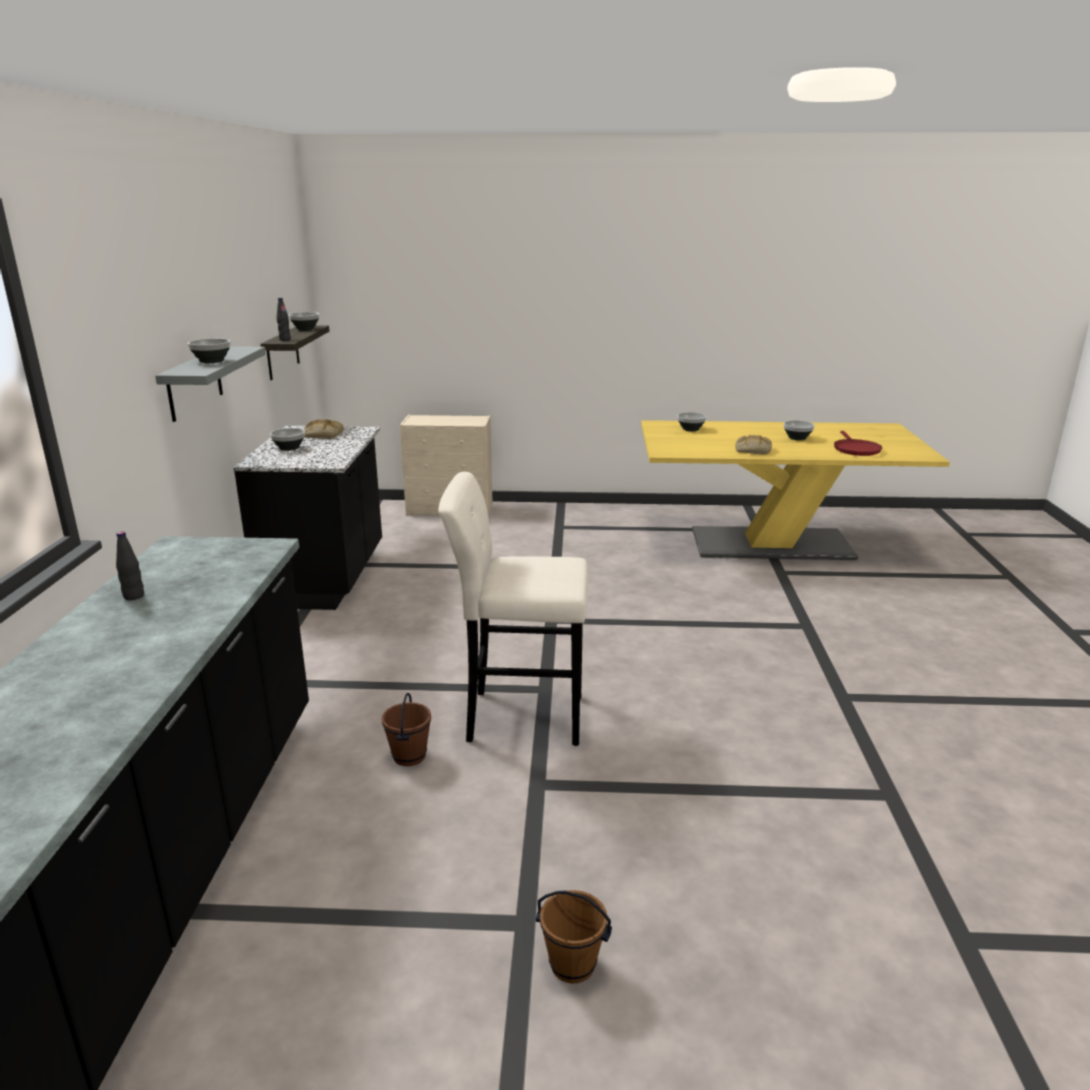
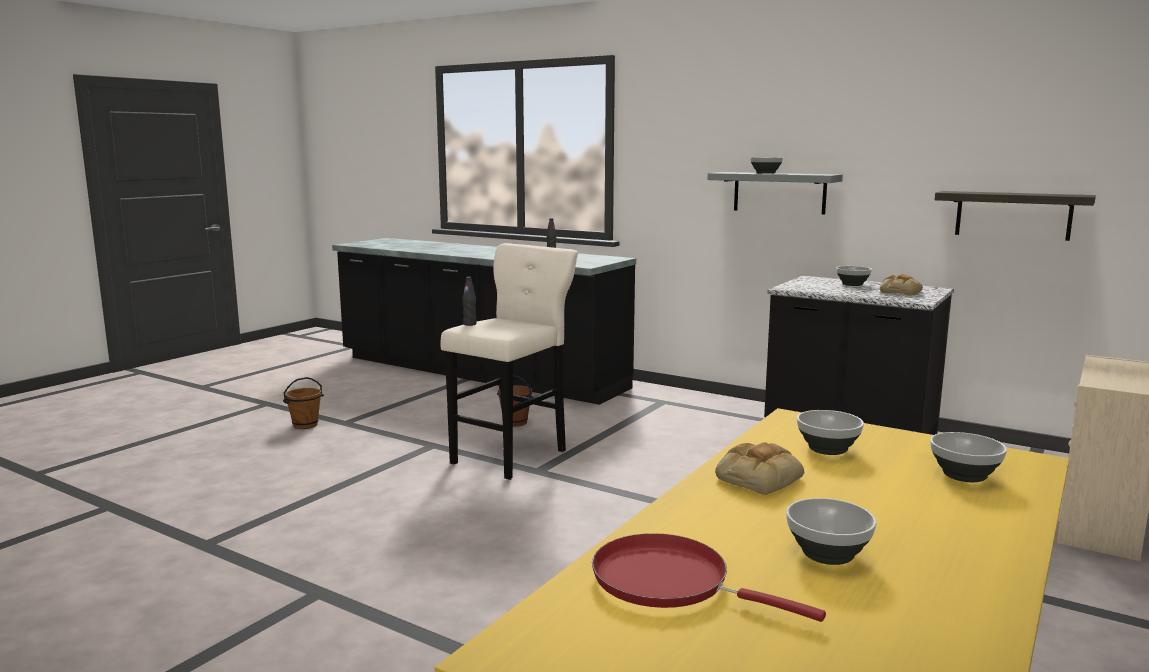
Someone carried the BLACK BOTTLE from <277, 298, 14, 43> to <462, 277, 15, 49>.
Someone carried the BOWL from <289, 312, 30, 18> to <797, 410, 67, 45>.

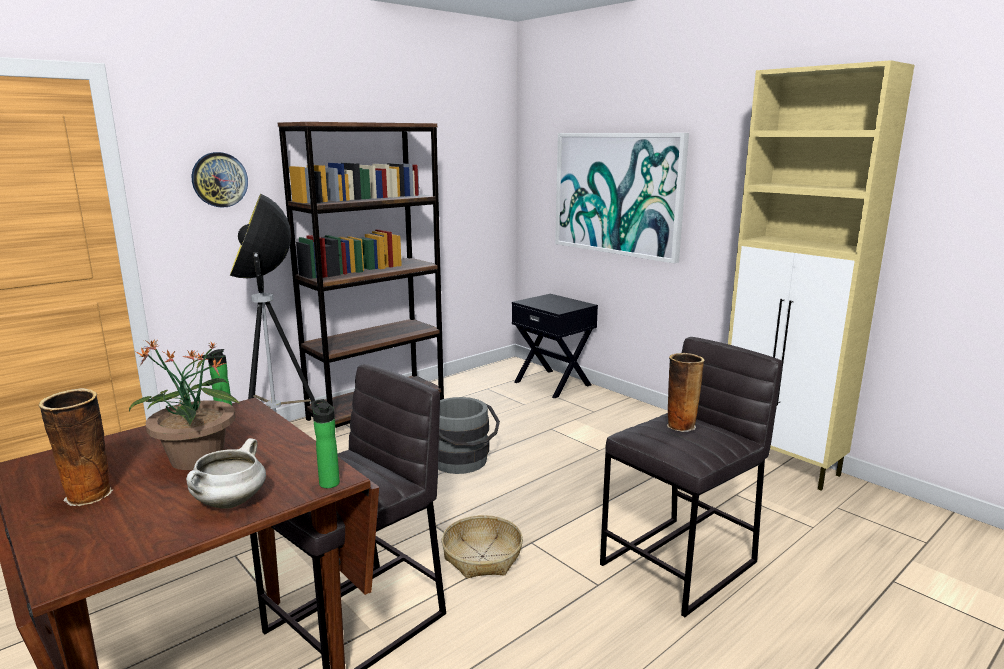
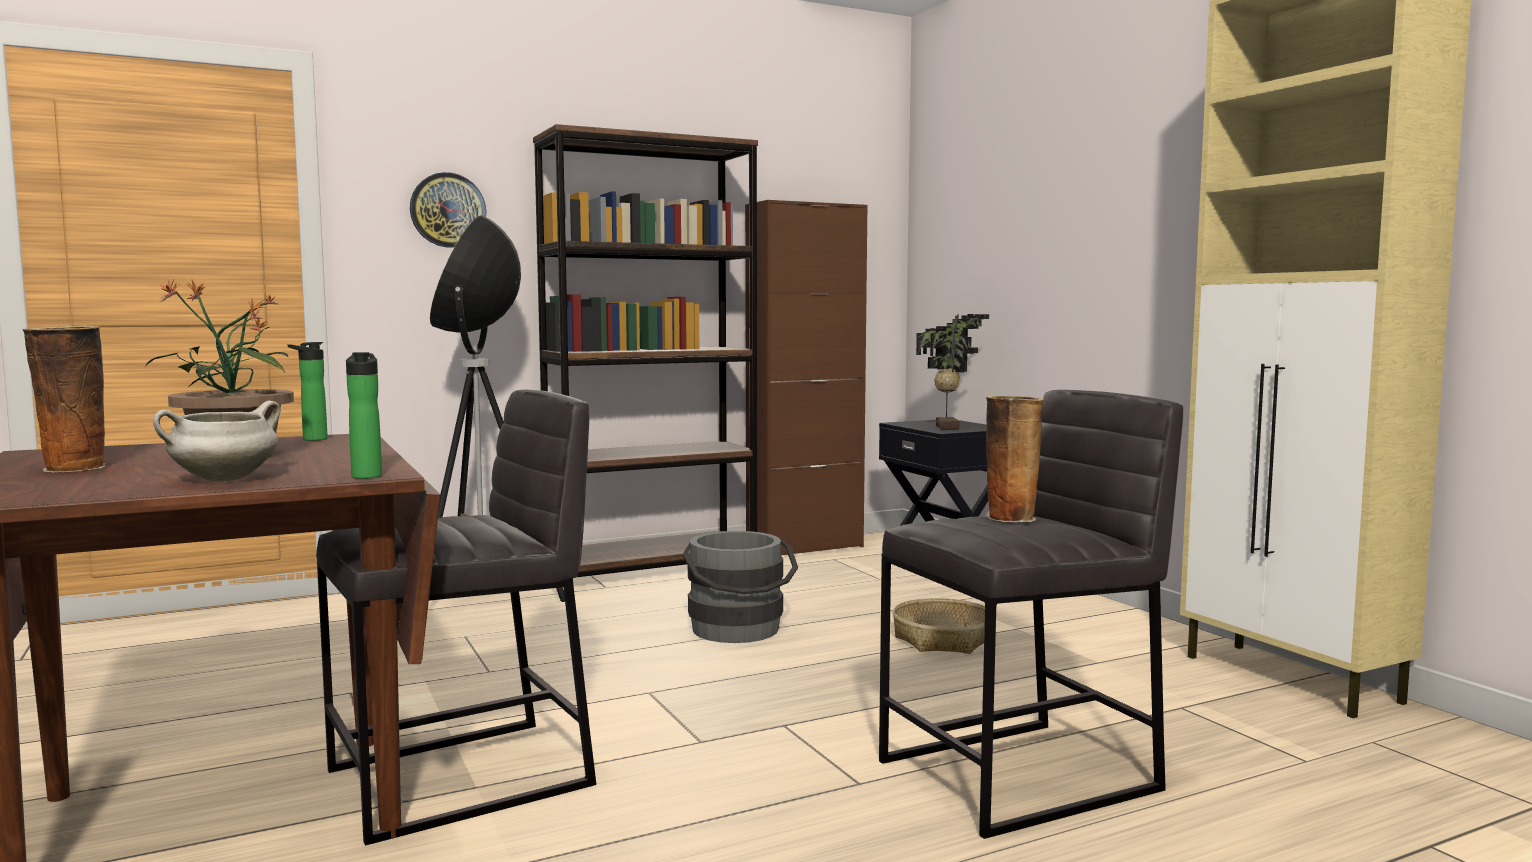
Someone carried the BASKET from <442, 515, 81, 64> to <892, 598, 93, 56>.
Someone took away the PICTURE at <555, 133, 134, 131>.
Someone put down the BROWN CABINET at <745, 200, 122, 355>.
Someone put down the POTTED PLANT at <916, 314, 73, 116>.

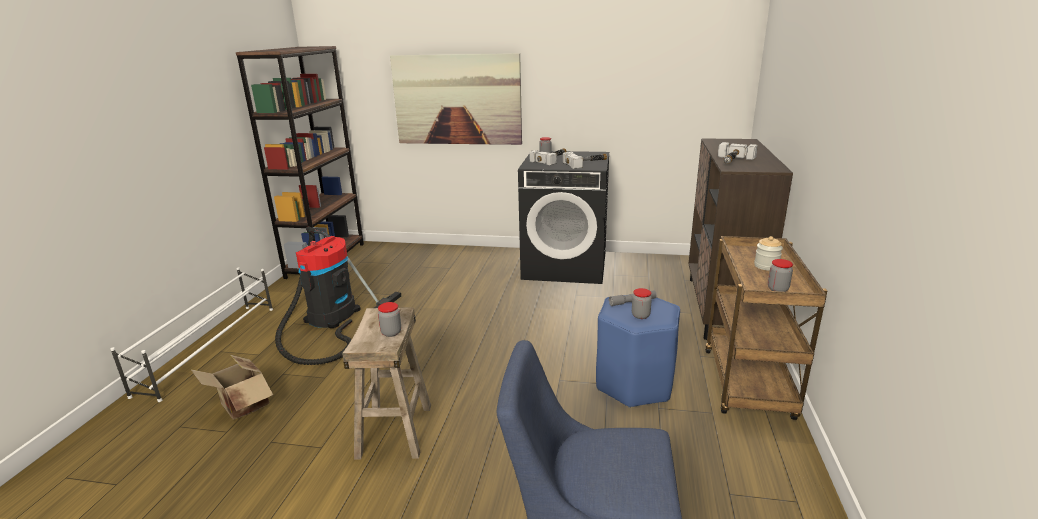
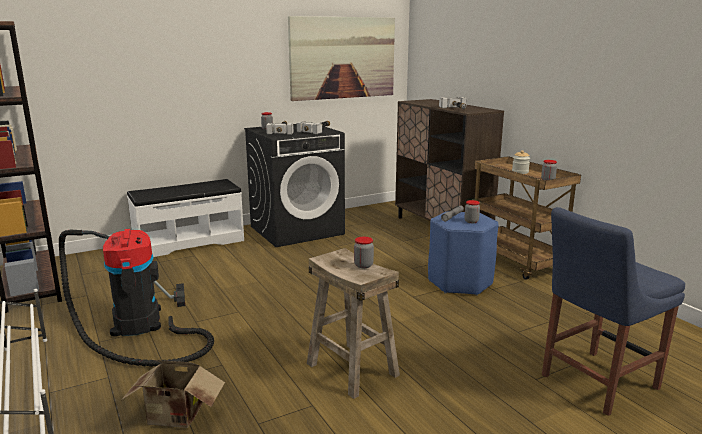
Someone carried the PICTURE from <390, 53, 132, 92> to <288, 16, 107, 85>.
Someone put down the WHITE BENCH at <127, 179, 117, 78>.

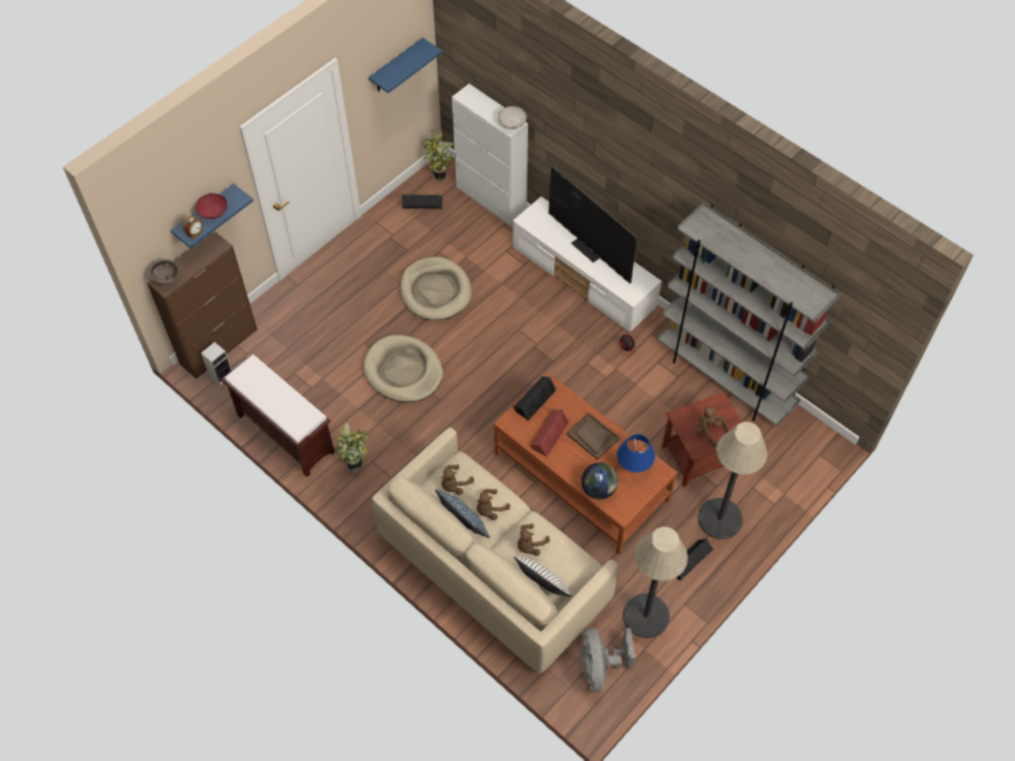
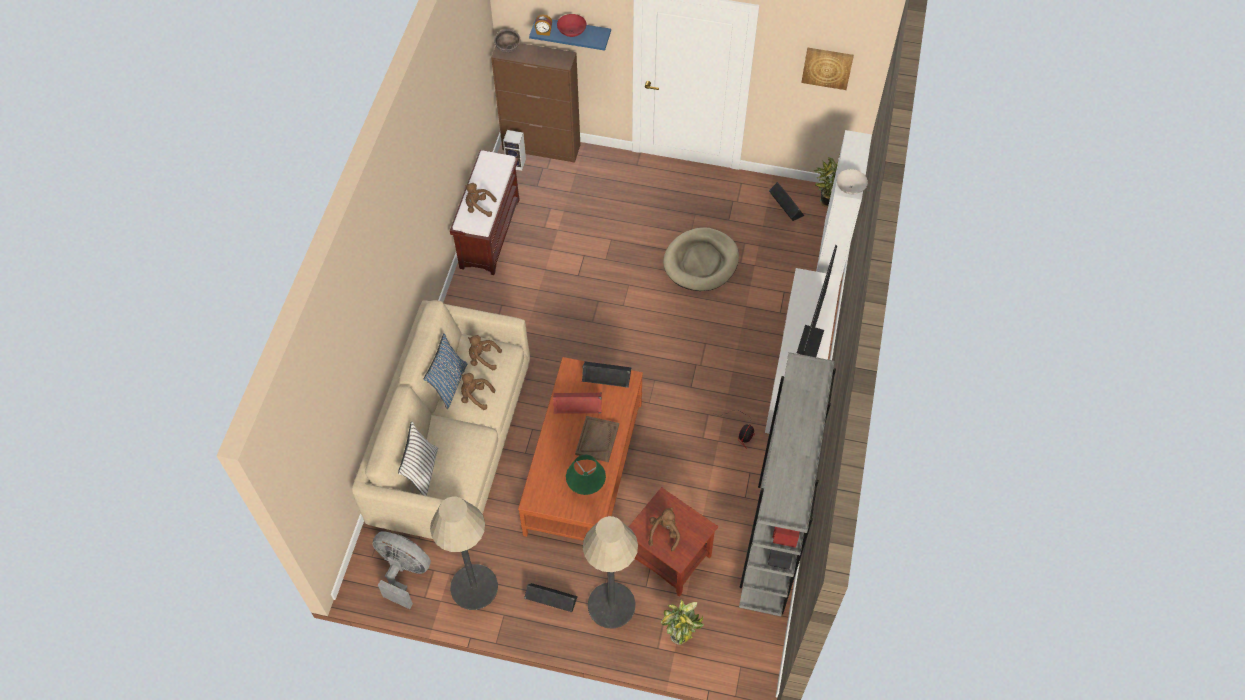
Someone carried the POTTED PLANT from <334, 423, 35, 49> to <661, 599, 43, 46>.
Someone took away the BEIGE DOG BED at <363, 335, 80, 67>.
Someone swapped the BLUE SHELF at <369, 38, 73, 55> for the PICTURE at <801, 47, 53, 43>.
Someone carried the BROWN PLUSH TOY from <517, 524, 33, 32> to <465, 183, 32, 34>.
Someone rotated the GREY FAN at <580, 628, 55, 64> by 60 degrees clockwise.
Someone took away the GLOBE at <581, 462, 37, 37>.
Someone repainted the BLUE TABLE LAMP at <617, 434, 38, 39>, which became the GREEN TABLE LAMP at <566, 455, 40, 40>.

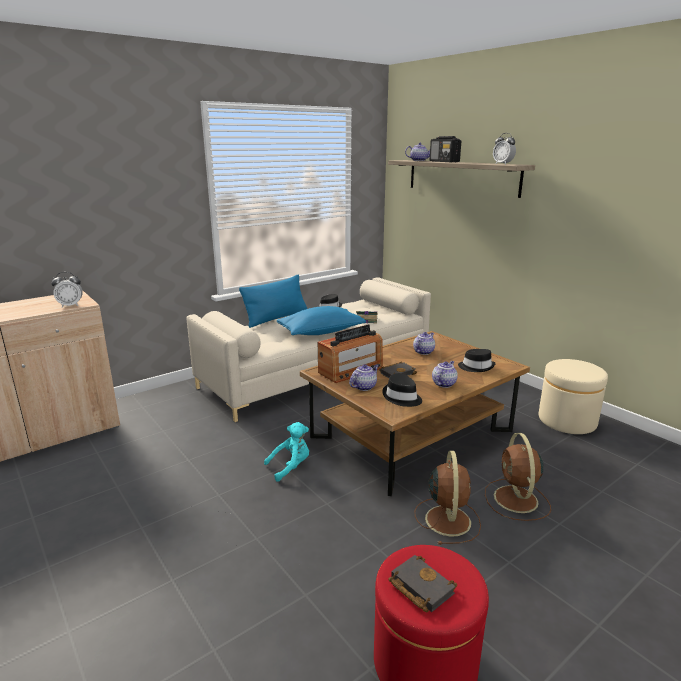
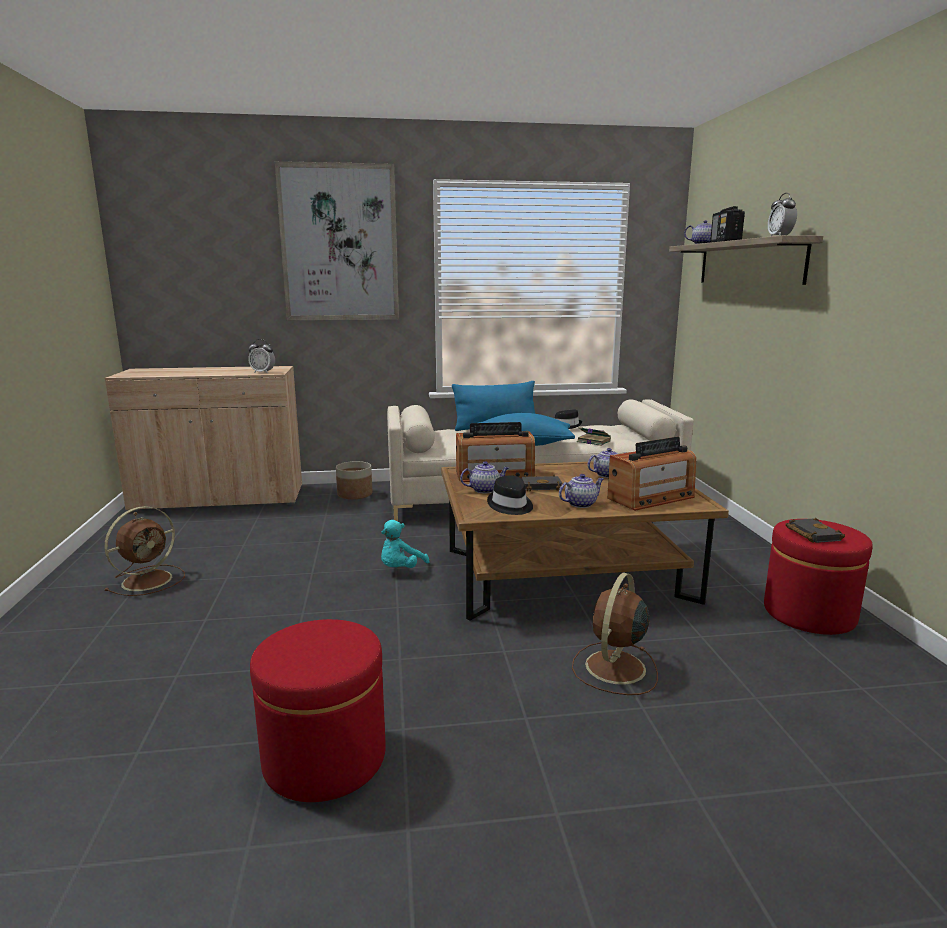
Someone rotated the TURQUOISE PLUSH TOY at <264, 422, 45, 60> by 120 degrees clockwise.
Someone carried the BLACK BOOK from <388, 555, 69, 57> to <785, 518, 60, 25>.
Someone carried the BROWN FAN from <414, 451, 67, 94> to <105, 506, 80, 90>.
Someone swapped the BLACK HAT at <458, 349, 38, 23> for the RADIO at <607, 437, 89, 74>.
Someone repainted the BEIGE OTTOMAN at <539, 359, 69, 75>, which became the RED OTTOMAN at <764, 519, 109, 116>.
Someone put up the PICTURE at <275, 161, 124, 159>.
Someone put down the PLANTER at <336, 461, 37, 39>.

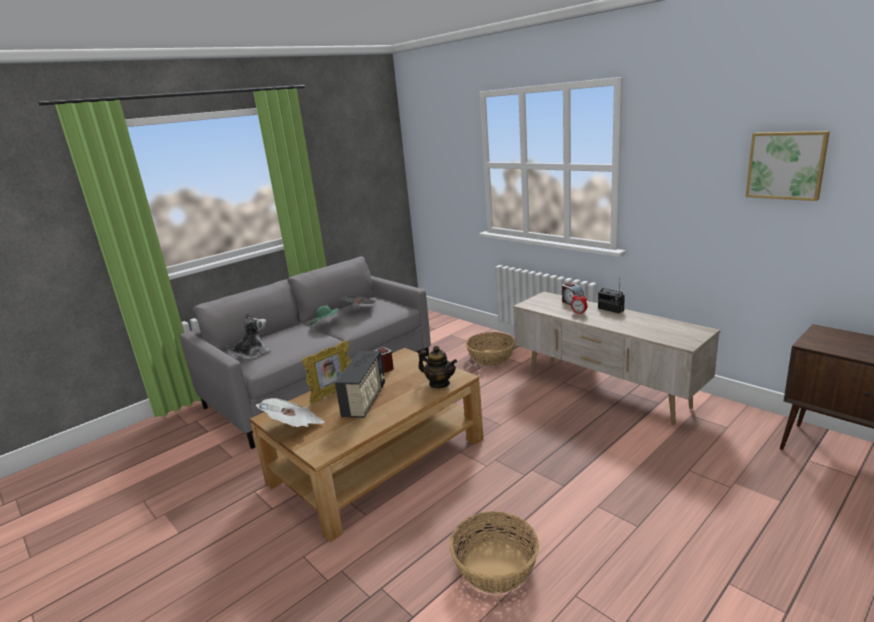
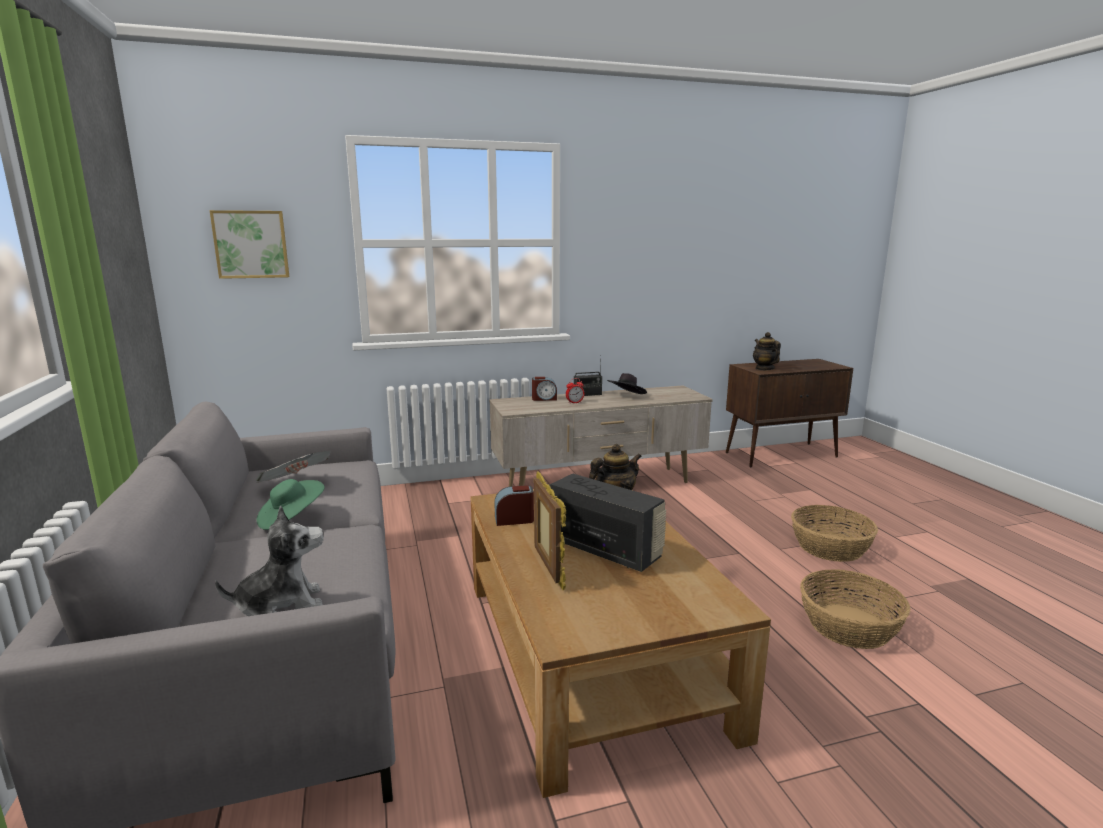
Someone rotated the PLUSH TOY at <226, 312, 45, 48> by 75 degrees clockwise.
Someone took away the NEWSPAPER at <256, 398, 69, 29>.
Someone carried the BASKET from <466, 332, 49, 34> to <791, 505, 87, 57>.
Someone carried the PICTURE from <746, 131, 84, 70> to <209, 210, 81, 69>.
Someone put down the BLACK HAT at <607, 373, 40, 21>.
Someone put down the TEAPOT at <753, 332, 28, 38>.

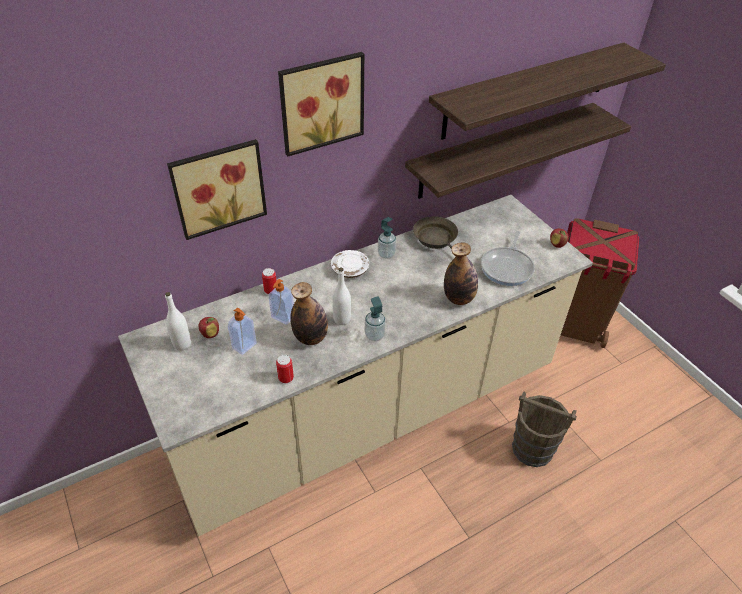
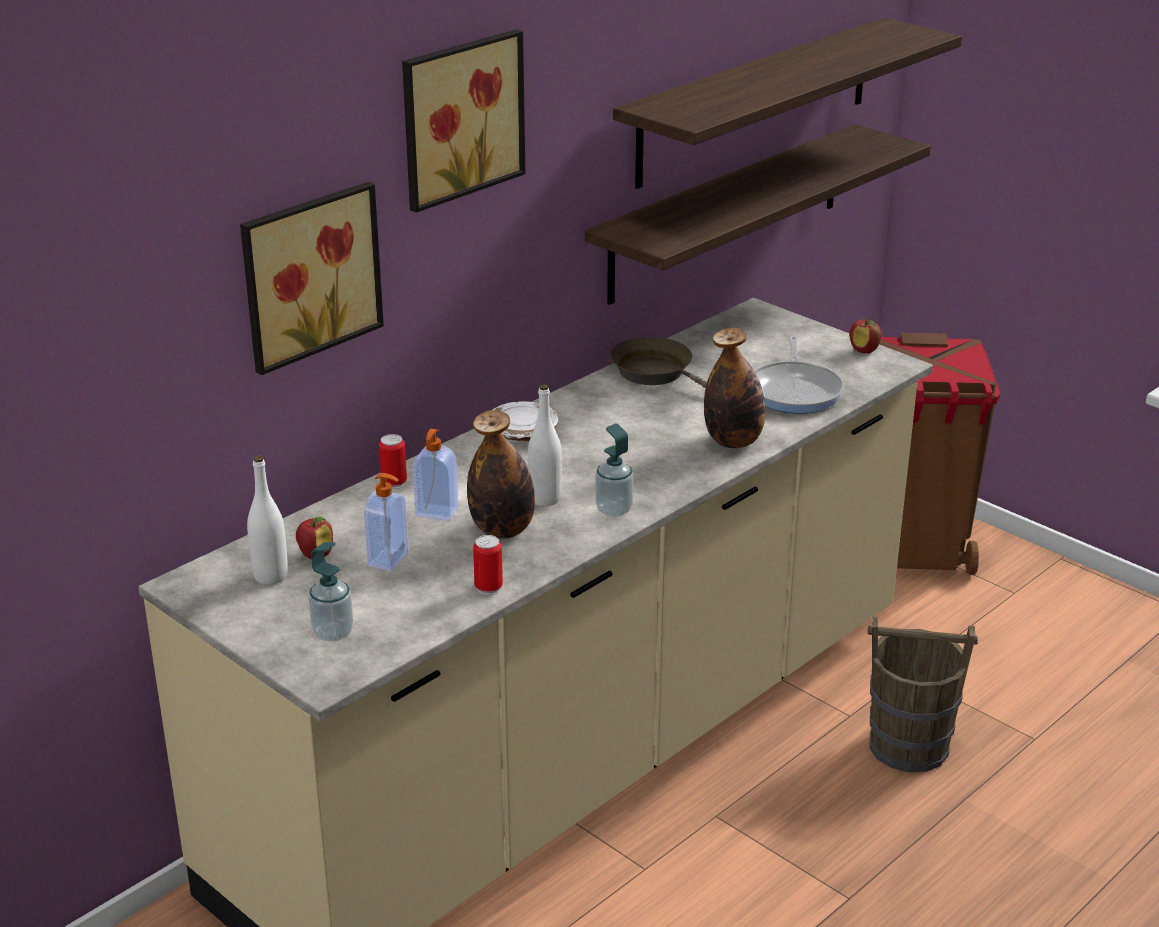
Someone carried the SOAP DISPENSER from <378, 217, 18, 42> to <309, 542, 44, 100>.

